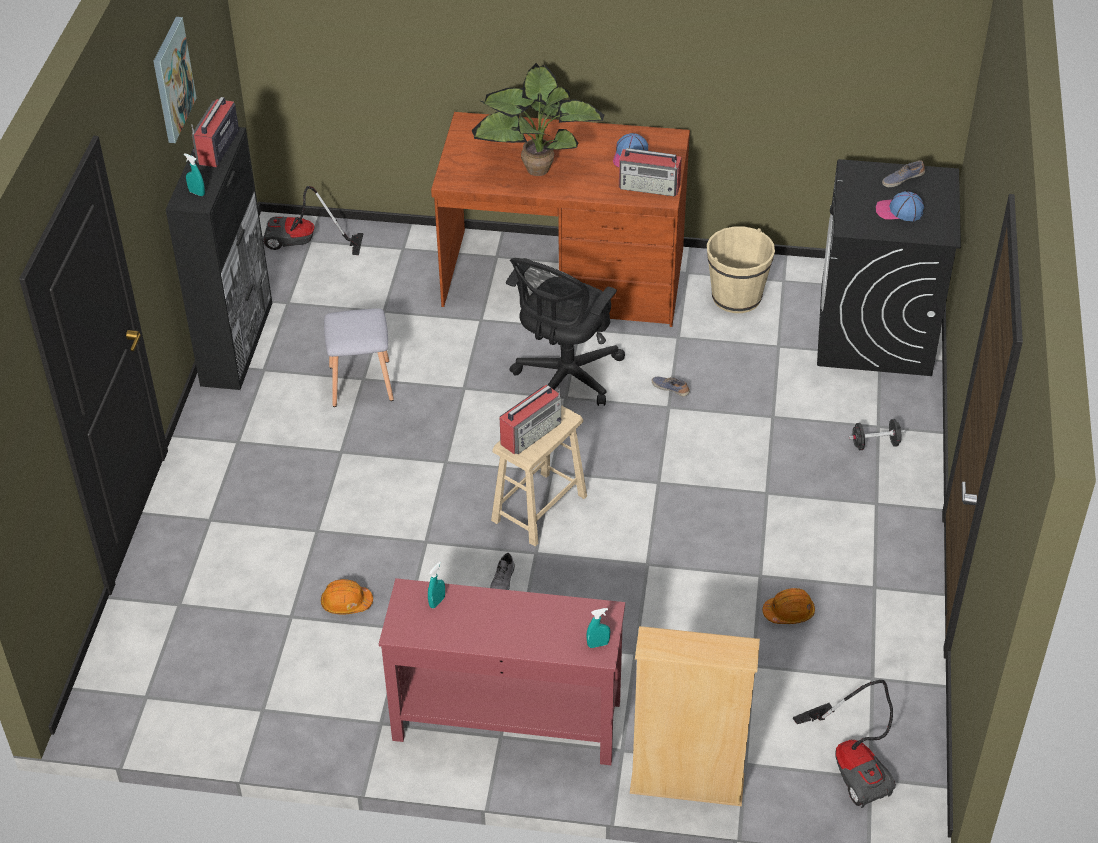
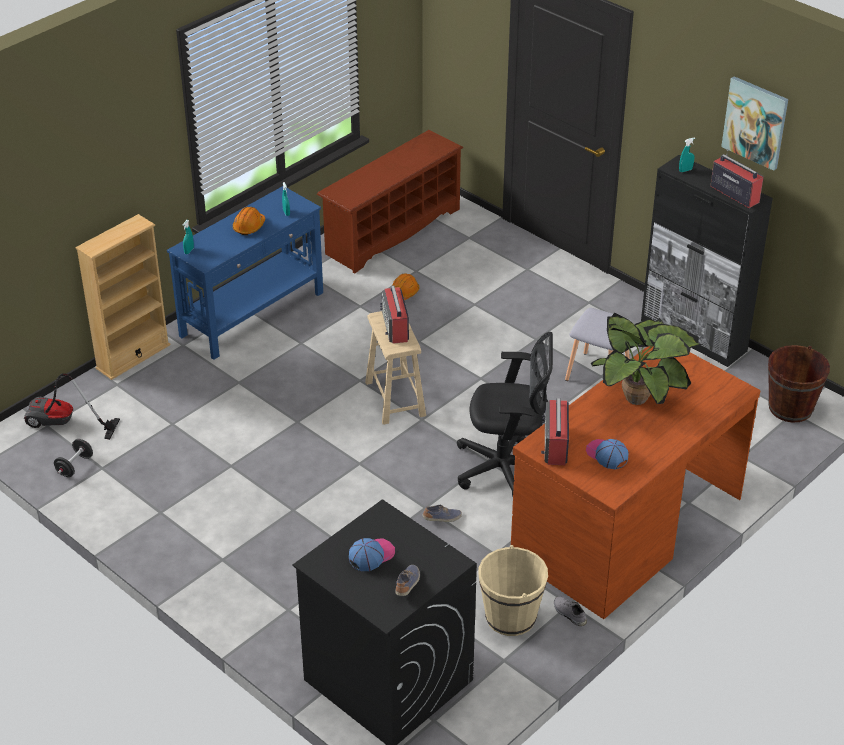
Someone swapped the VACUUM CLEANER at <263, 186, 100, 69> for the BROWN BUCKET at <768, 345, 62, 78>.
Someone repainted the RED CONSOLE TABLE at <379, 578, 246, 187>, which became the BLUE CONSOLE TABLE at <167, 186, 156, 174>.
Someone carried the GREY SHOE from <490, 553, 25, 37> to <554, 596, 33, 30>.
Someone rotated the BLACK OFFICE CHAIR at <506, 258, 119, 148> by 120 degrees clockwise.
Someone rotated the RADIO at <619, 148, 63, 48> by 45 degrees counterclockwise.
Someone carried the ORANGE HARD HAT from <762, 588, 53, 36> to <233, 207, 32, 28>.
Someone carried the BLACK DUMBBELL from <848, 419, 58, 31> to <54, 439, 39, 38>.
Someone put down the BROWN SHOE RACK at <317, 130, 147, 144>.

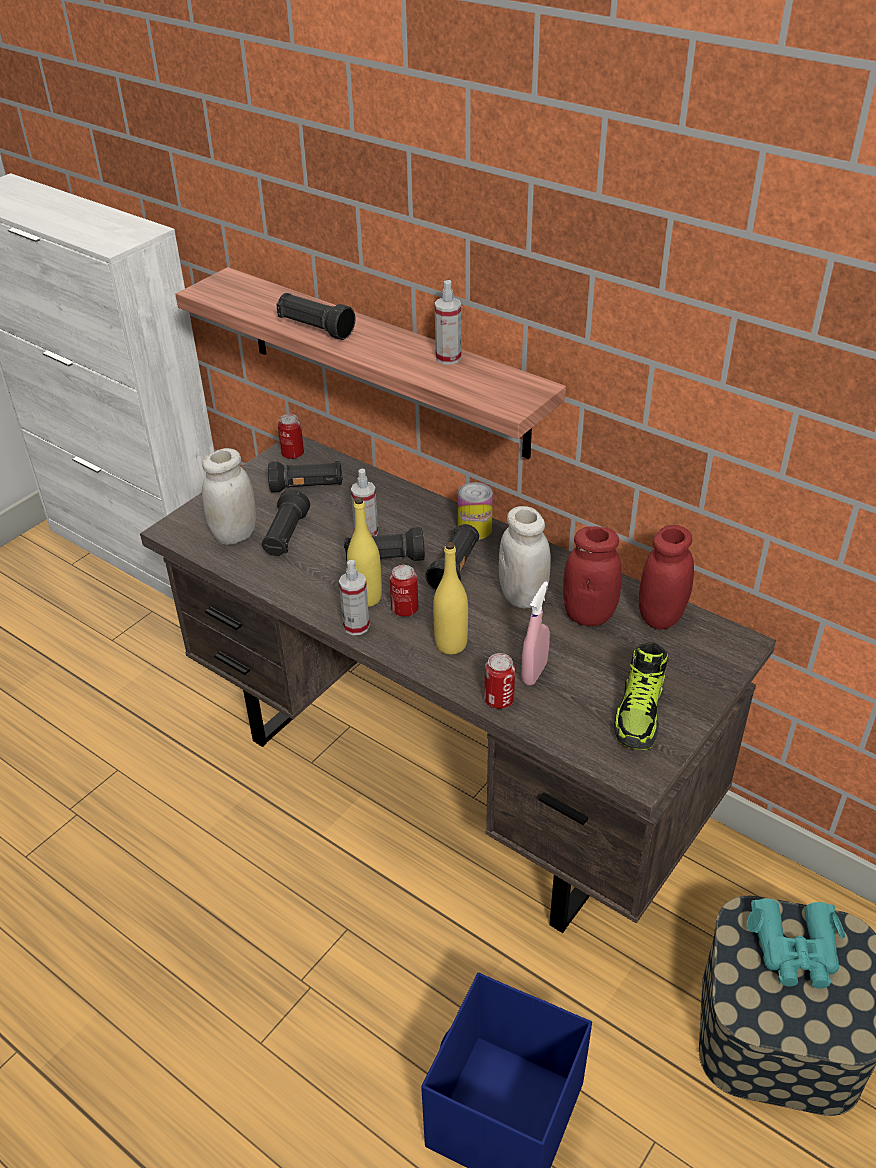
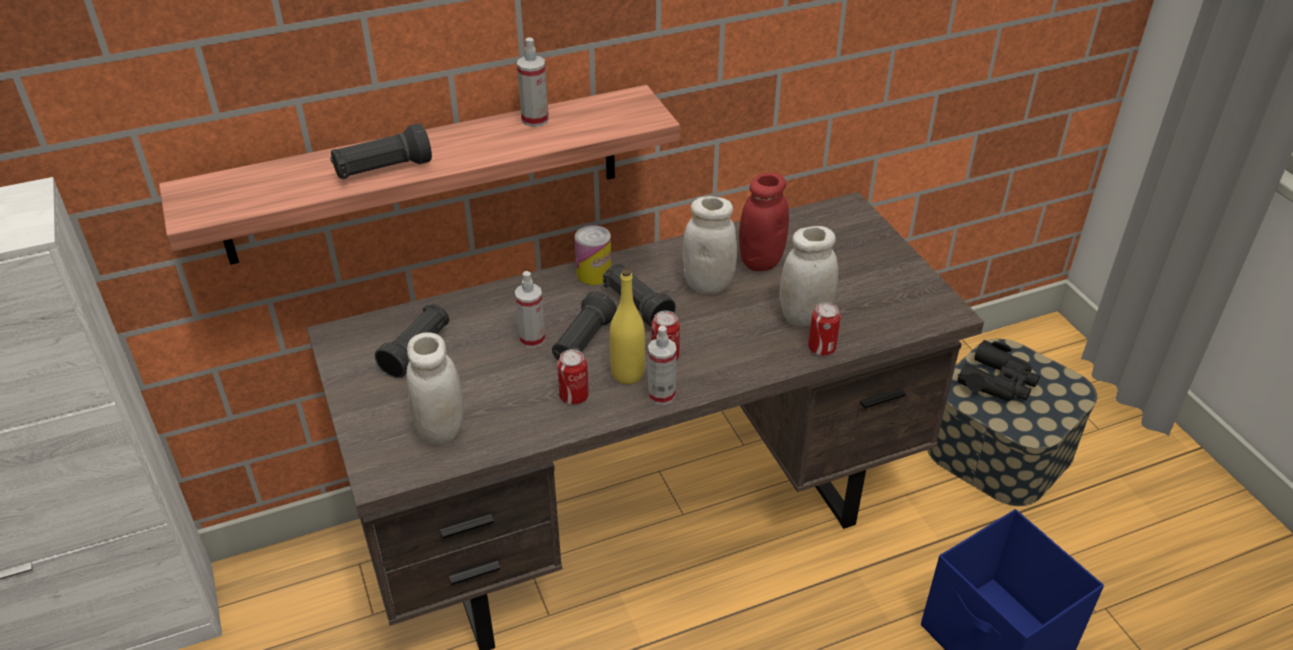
Someone took away the BLACK FLASHLIGHT at <262, 489, 48, 67>.
Someone carried the CAN from <278, 414, 26, 45> to <557, 349, 32, 56>.
Someone took away the YELLOW BOTTLE at <433, 542, 35, 113>.
Someone swapped the PINK SPRAY BOTTLE at <521, 581, 29, 105> for the WHITE JAR at <780, 226, 58, 100>.
Someone took away the SHOE at <614, 642, 54, 108>.
Someone took away the RED JAR at <639, 525, 55, 105>.
Someone repainted the TURQUOISE BINOCULARS at <747, 899, 98, 90>, which became the BLACK BINOCULARS at <957, 340, 83, 61>.

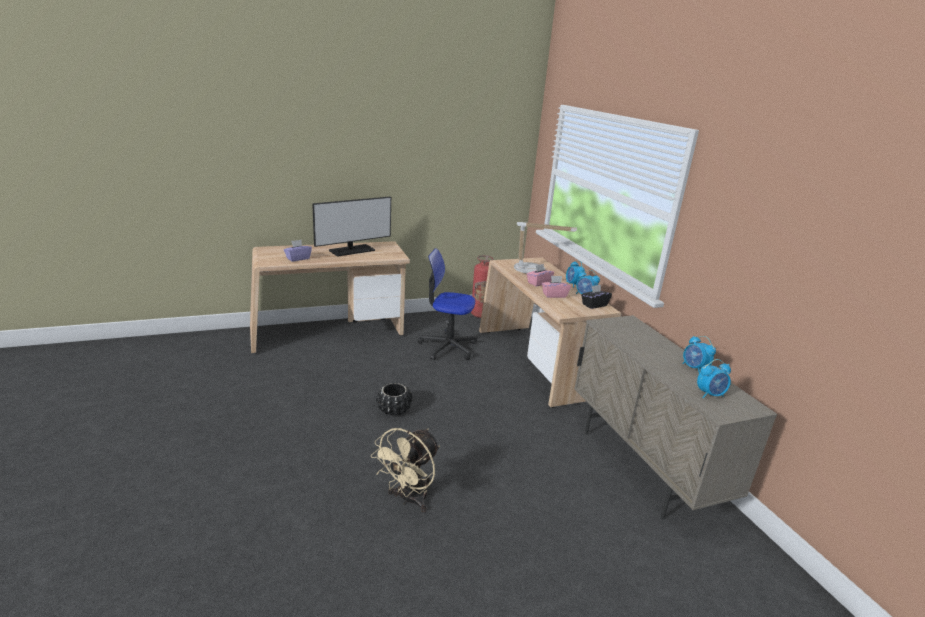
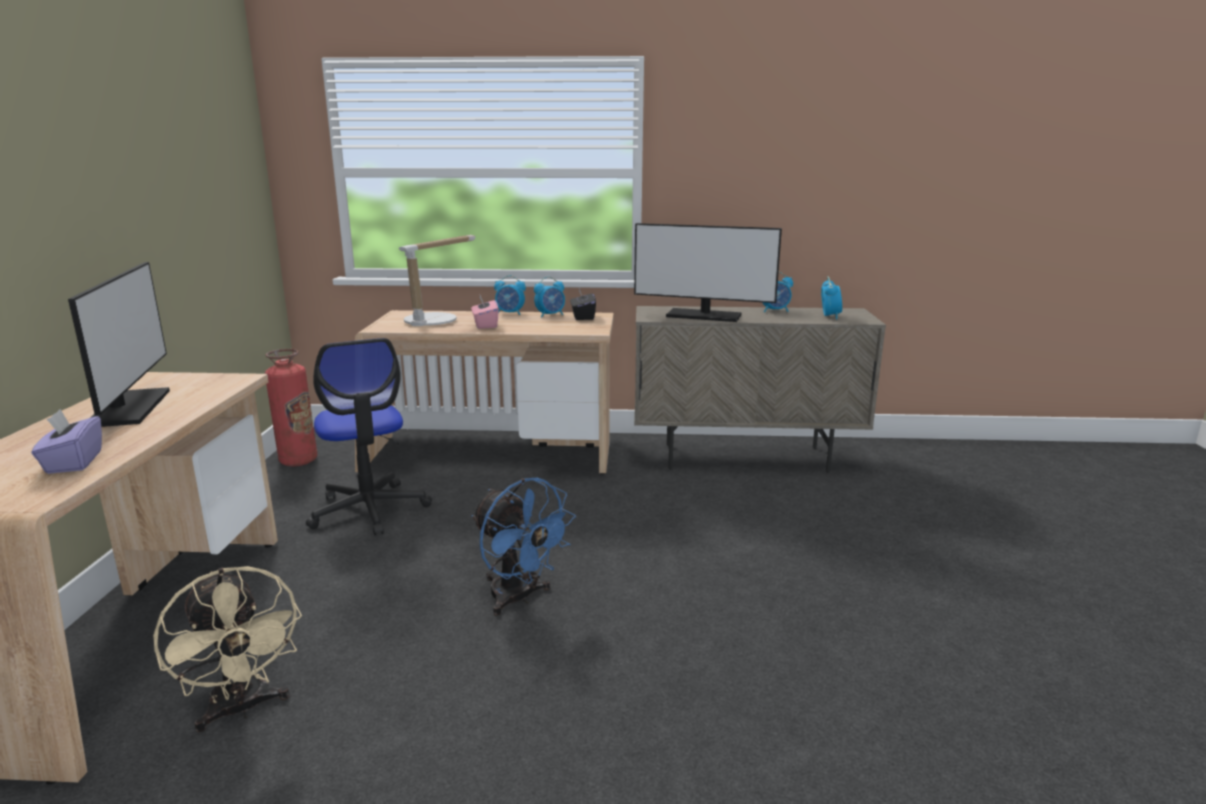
Someone carried the BEIGE FAN from <371, 428, 69, 84> to <153, 566, 149, 166>.
Someone swapped the BLACK PLANTER at <376, 383, 36, 33> for the BLUE FAN at <471, 478, 105, 138>.
Someone rotated the OFFICE CHAIR at <417, 248, 60, 112> by 60 degrees counterclockwise.
Someone took away the PINK TISSUE BOX at <542, 276, 29, 22>.
Someone put down the MONITOR at <634, 223, 148, 99>.

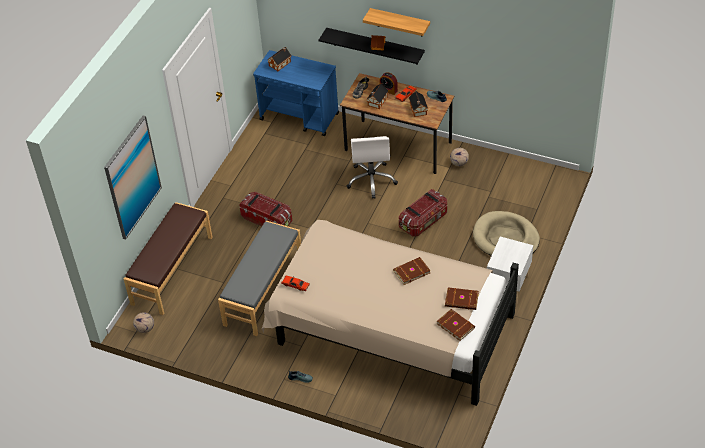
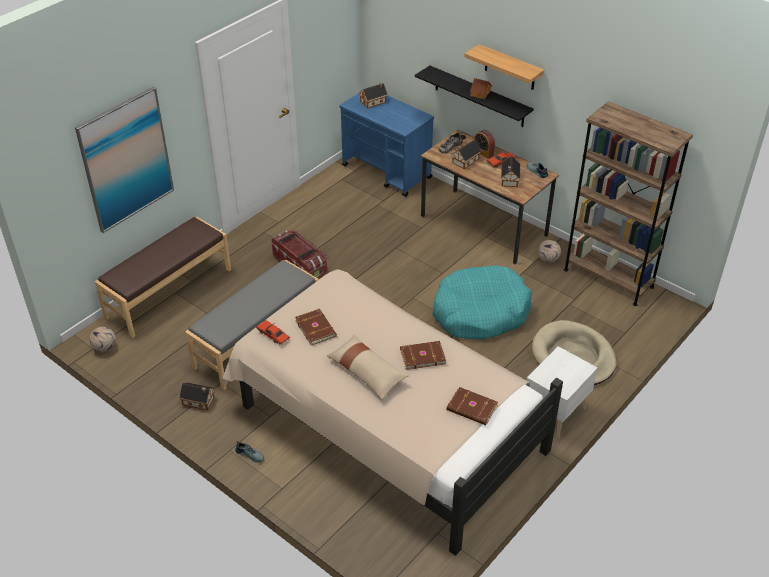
Someone took away the WHITE OFFICE CHAIR at <347, 136, 51, 63>.
Someone swapped the STORAGE BOX at <399, 189, 48, 48> for the TURQUOISE DOG BED at <432, 265, 100, 75>.
Someone carried the BROWN BOOK from <436, 309, 39, 32> to <295, 309, 42, 36>.
Someone put down the TOY HOUSE at <180, 383, 35, 27>.
Someone put down the BEIGE PILLOW at <327, 335, 82, 65>.
Someone put down the BROWN BOOKCASE at <564, 101, 129, 205>.

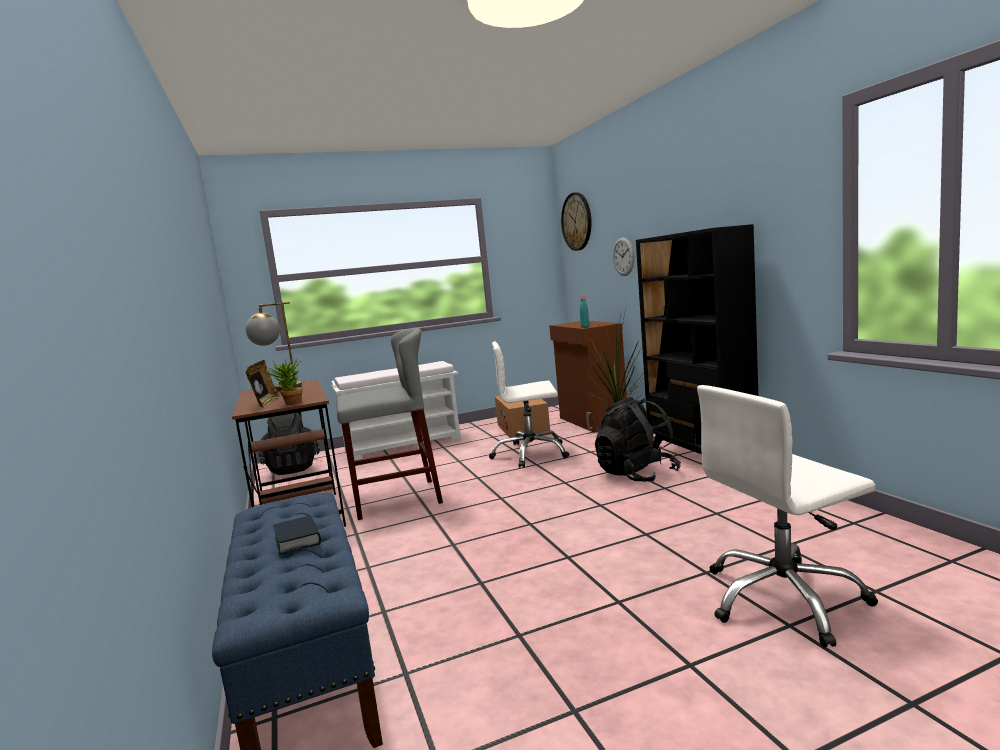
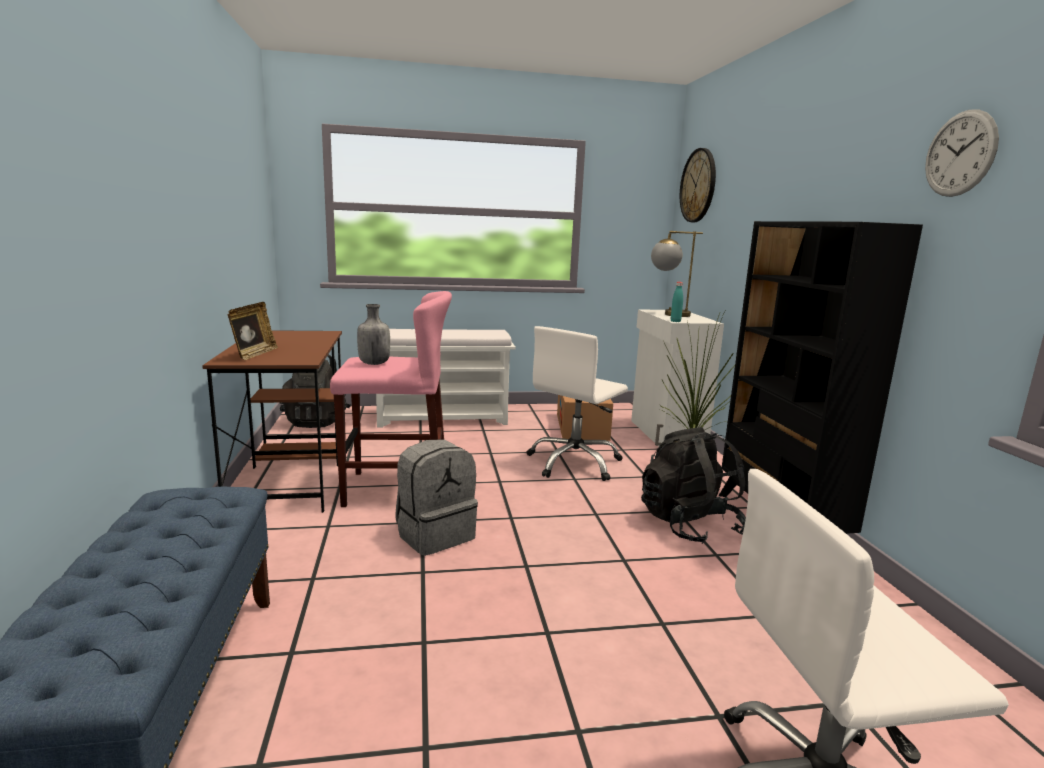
Someone carried the TABLE LAMP from <245, 302, 57, 89> to <651, 231, 52, 86>.
Someone took away the POTTED PLANT at <267, 359, 36, 46>.
Someone took away the BOOK at <273, 516, 48, 39>.
Someone repainted the GREY STOOL at <336, 327, 107, 193>, which became the PINK STOOL at <330, 291, 122, 216>.
Someone rotated the WHITE OFFICE CHAIR at <489, 342, 80, 126> by 60 degrees counterclockwise.
Someone repainted the BROWN CABINET at <549, 321, 78, 112>, which became the WHITE CABINET at <631, 309, 93, 137>.
Someone carried the WALL CLOCK from <613, 237, 22, 39> to <925, 109, 74, 88>.
Someone put down the GREY BOTTLE at <357, 304, 33, 61>.
Someone put down the GREY BACKPACK at <395, 439, 83, 117>.

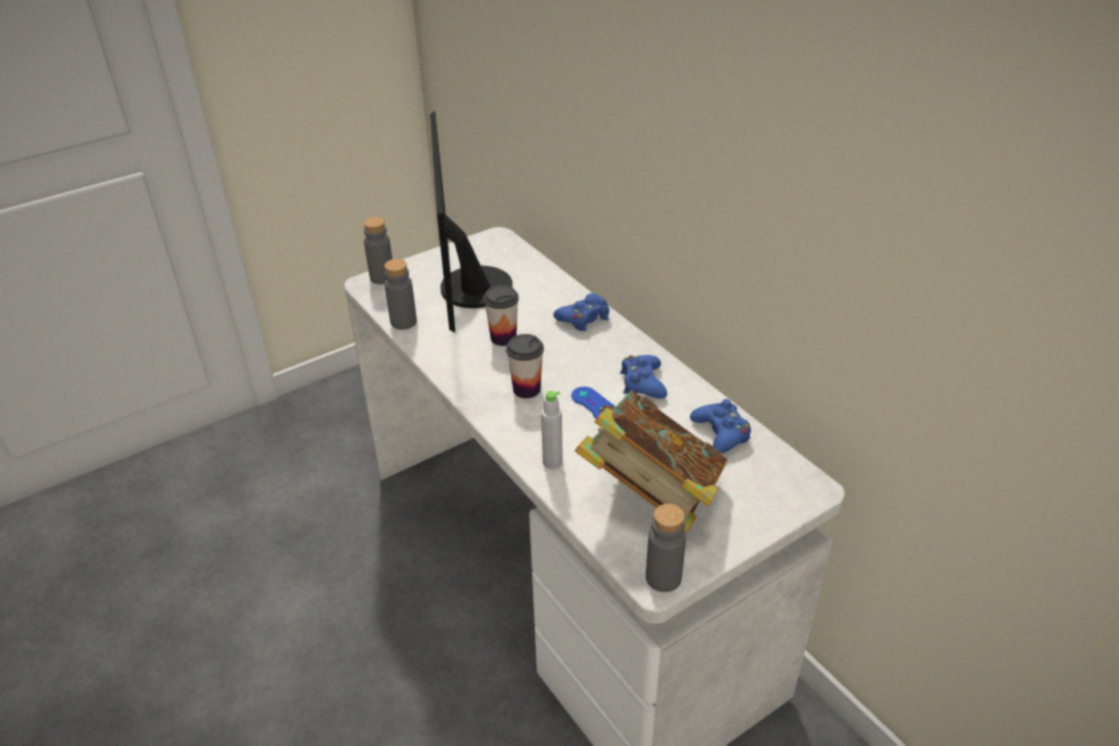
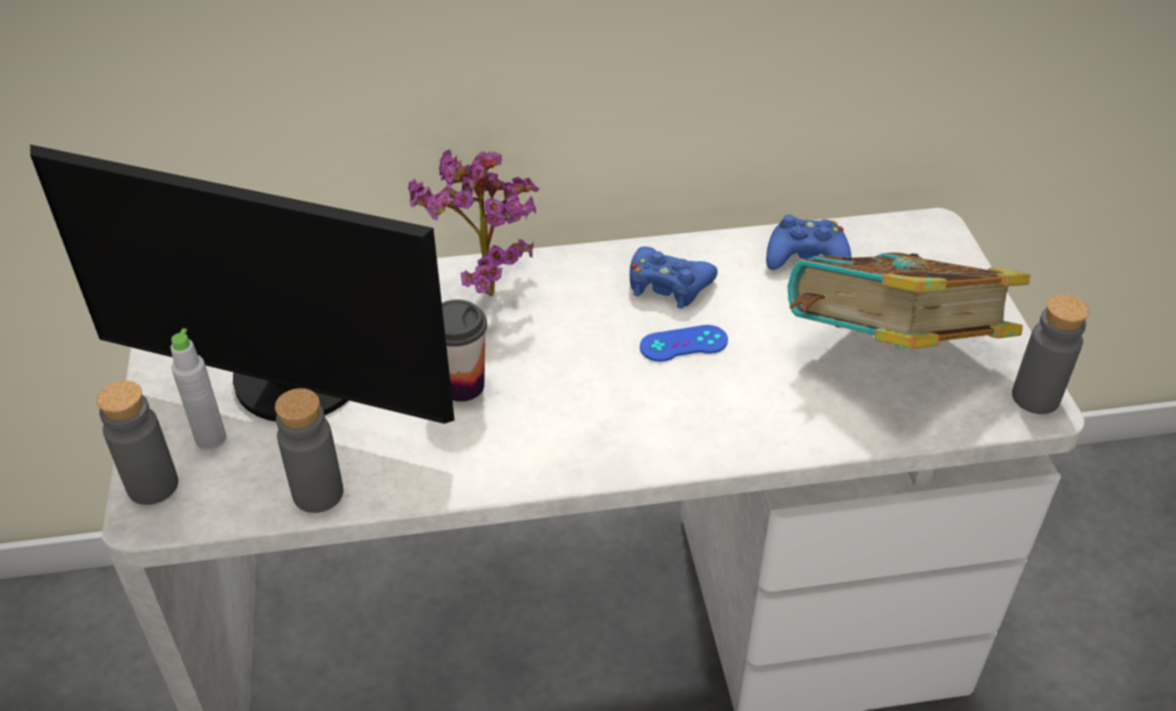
Someone took away the CUP at <506, 334, 38, 64>.
Someone carried the GREY BOTTLE from <541, 391, 22, 79> to <170, 328, 56, 122>.
Someone swapped the BLUE GAME CONTROLLER at <553, 293, 56, 38> for the POTTED PLANT at <408, 149, 131, 147>.

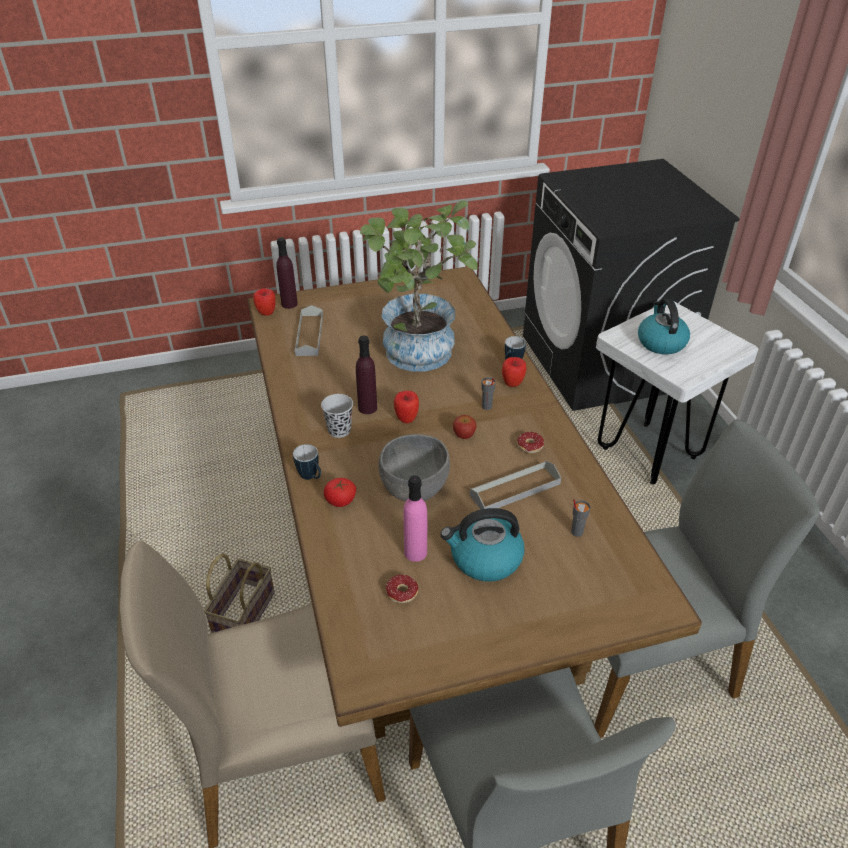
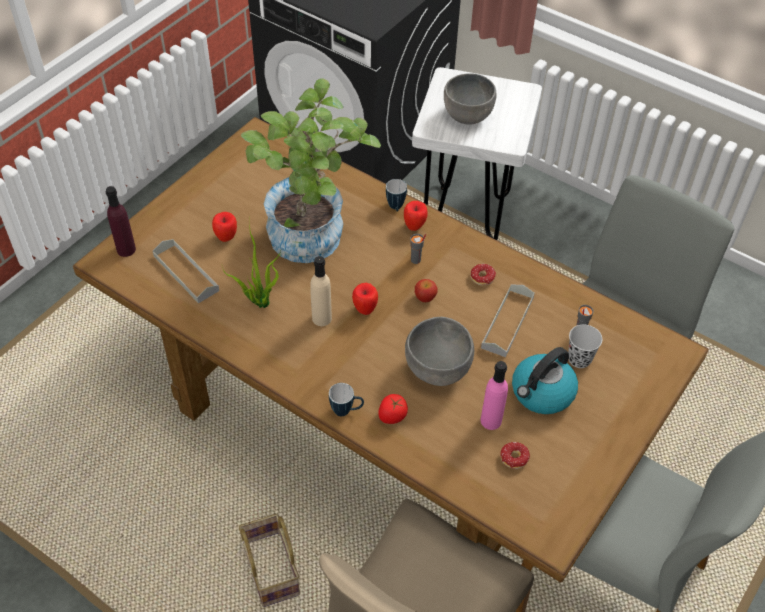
Someone carried the APPLE from <253, 288, 23, 28> to <212, 212, 25, 30>.
Someone carried the BLACK CUP from <321, 394, 32, 44> to <568, 324, 34, 44>.
Someone repainted the PURPLE BOTTLE at <356, 336, 21, 78>, which became the BEIGE BOTTLE at <310, 256, 22, 70>.
Someone swapped the KETTLE at <638, 299, 52, 55> for the GREY BOWL at <444, 73, 53, 52>.
Someone put down the POTTED PLANT at <222, 225, 59, 83>.

